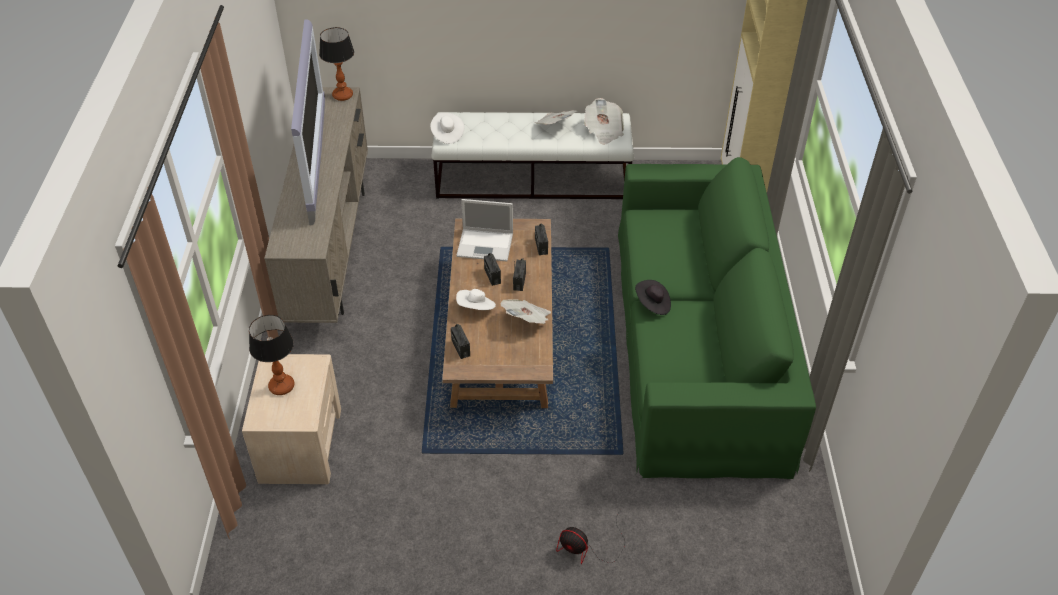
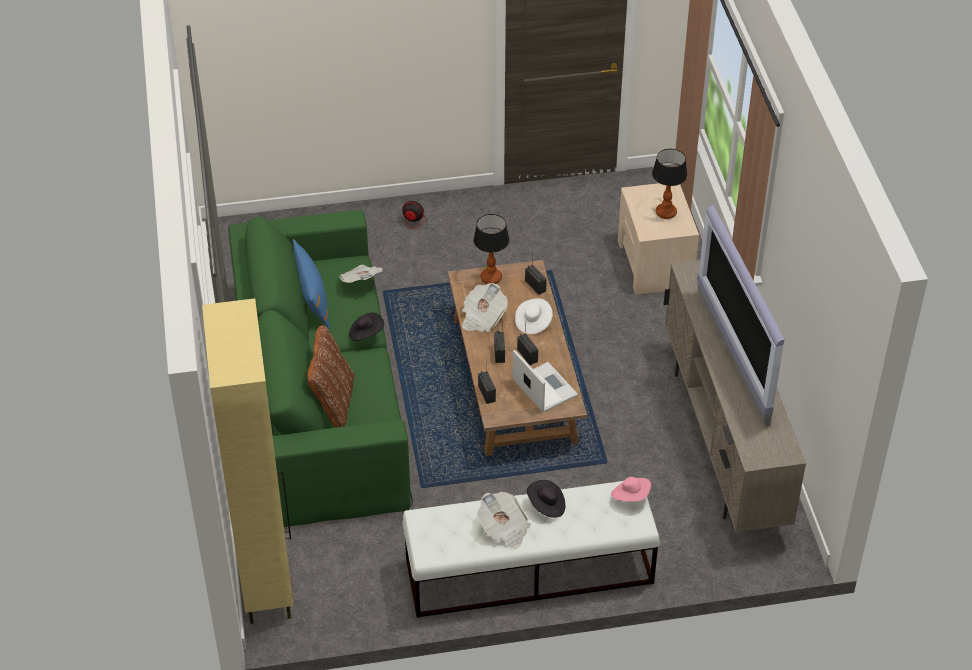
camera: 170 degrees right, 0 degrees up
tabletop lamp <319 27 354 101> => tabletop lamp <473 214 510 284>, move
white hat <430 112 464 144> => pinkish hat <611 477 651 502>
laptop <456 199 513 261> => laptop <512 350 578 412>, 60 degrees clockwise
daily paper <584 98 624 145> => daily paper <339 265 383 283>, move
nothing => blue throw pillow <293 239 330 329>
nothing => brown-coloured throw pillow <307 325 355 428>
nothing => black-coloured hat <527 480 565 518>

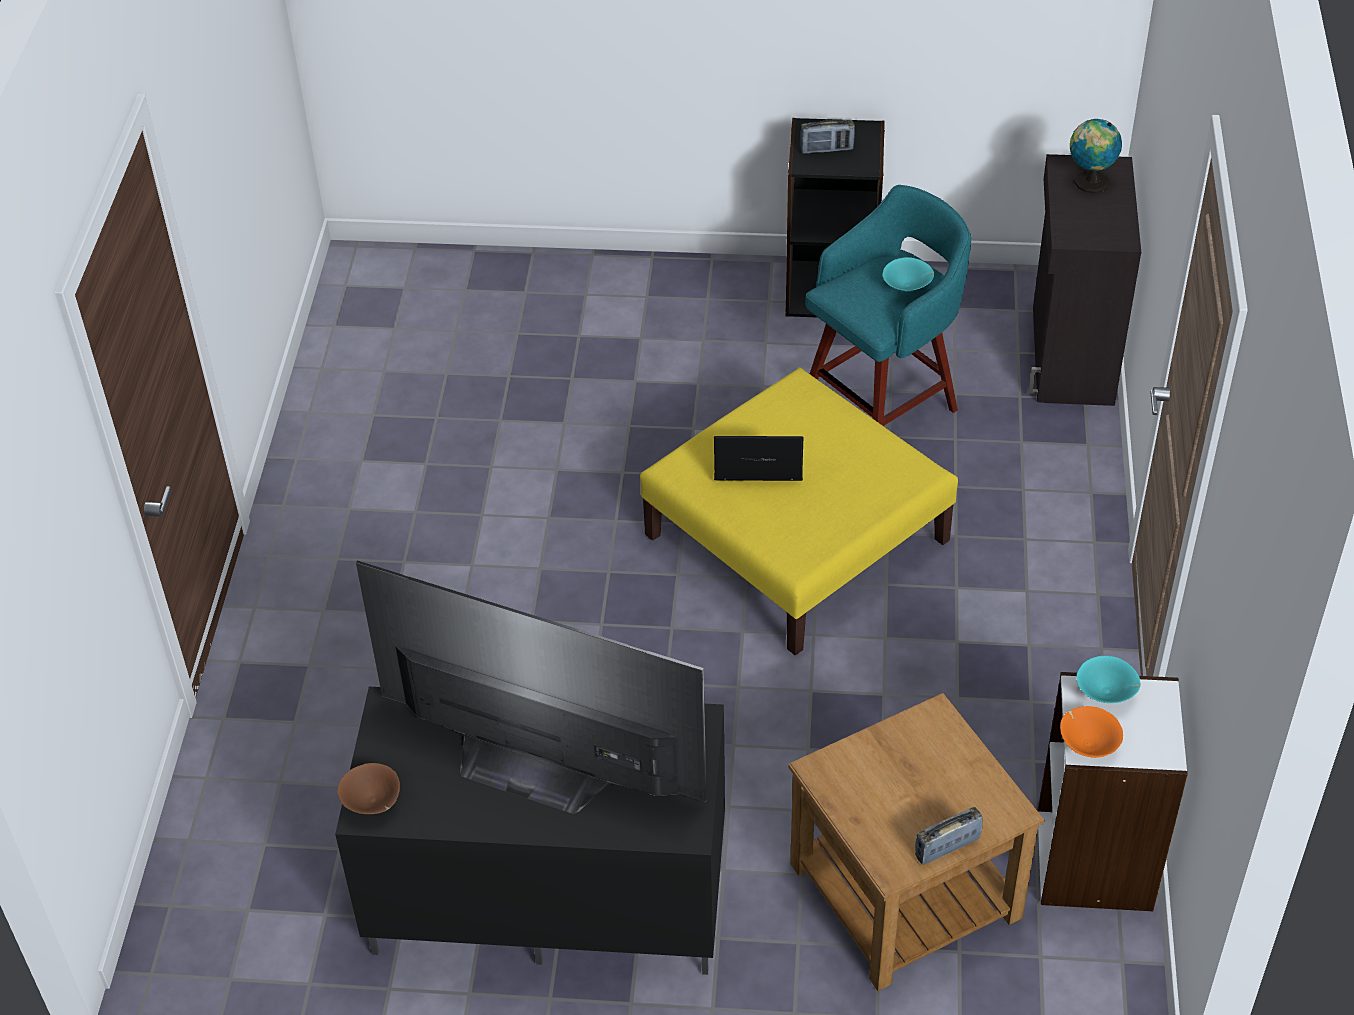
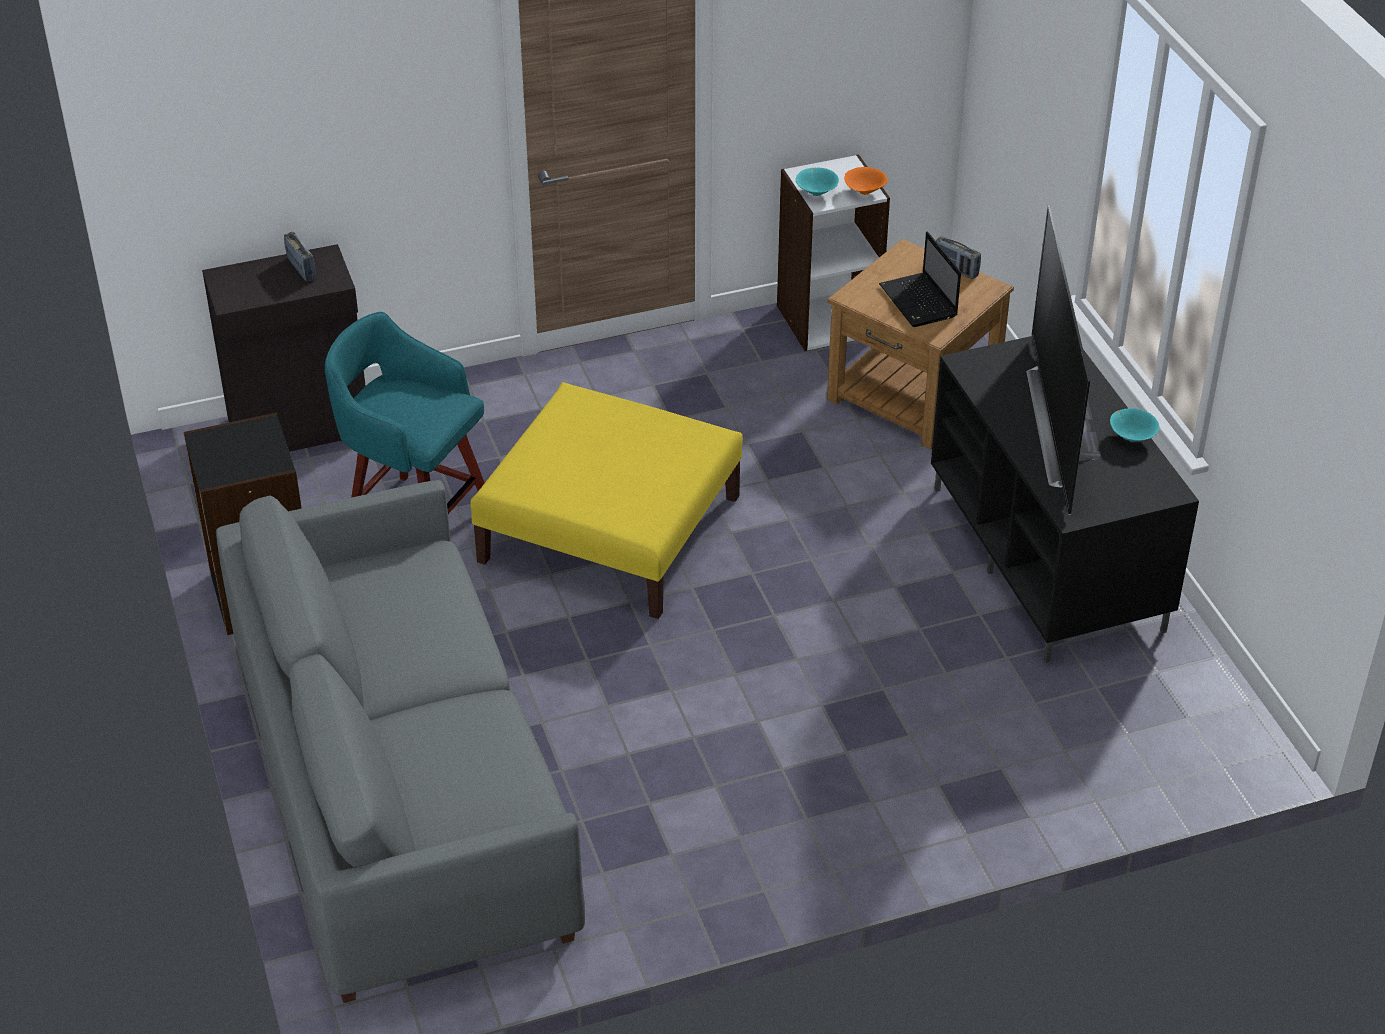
camera: 115 degrees left, 5 degrees down
brown-coloured deep dish <337 763 400 814> => nothing
laptop <714 436 803 481> => laptop <879 231 961 327>, move
radio <800 120 855 154> => radio <284 232 316 282>, move
blue-green deep dish <883 257 934 292> => blue-green deep dish <1110 408 1159 442>, move
desk globe <1070 119 1122 193> => nothing
nothing => grey sofa <216 480 585 1003>

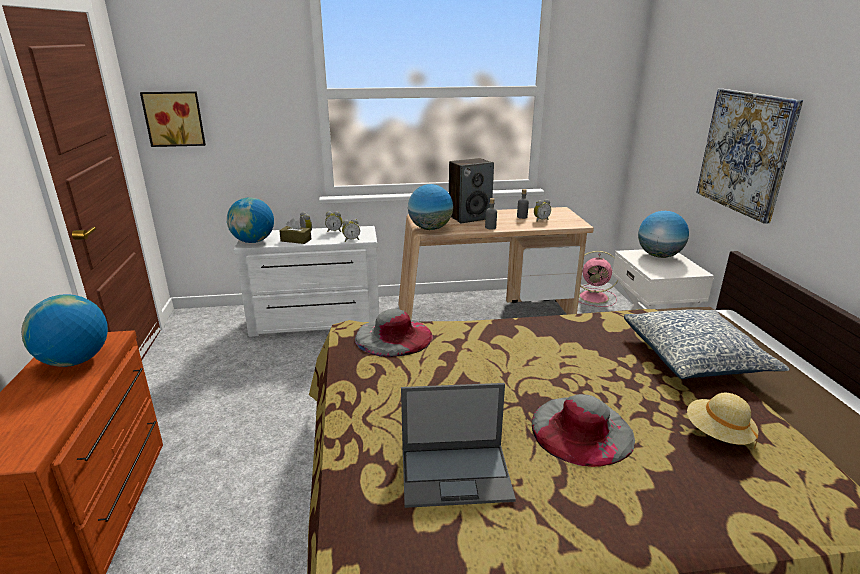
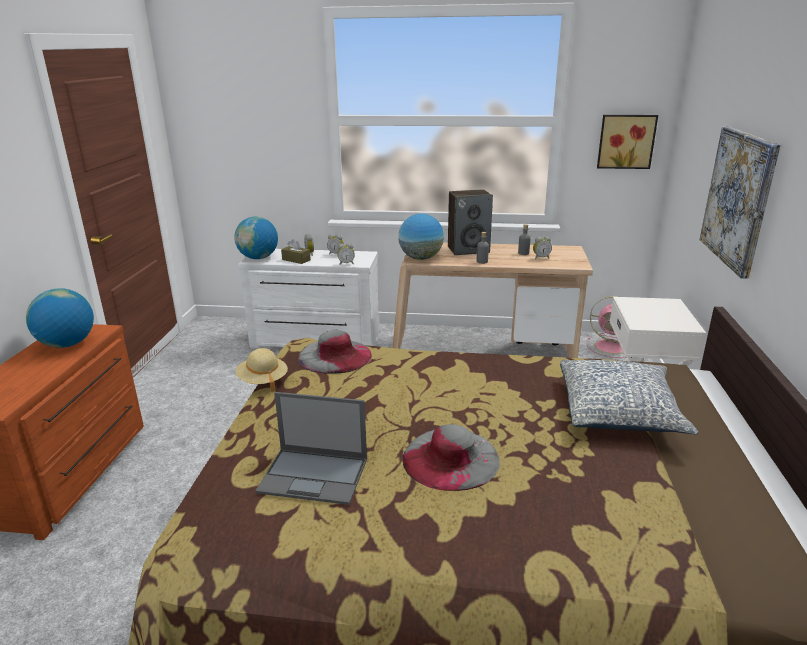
camera: 15 degrees right, 0 degrees up
picture <140 91 206 147> => picture <597 115 658 169>, move
desk globe <638 211 689 258> => nothing
beige-coloured hat <687 393 758 449> => beige-coloured hat <236 348 288 392>, move

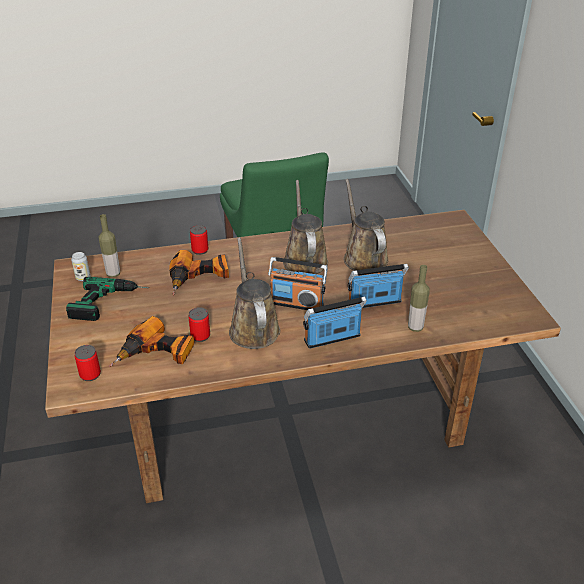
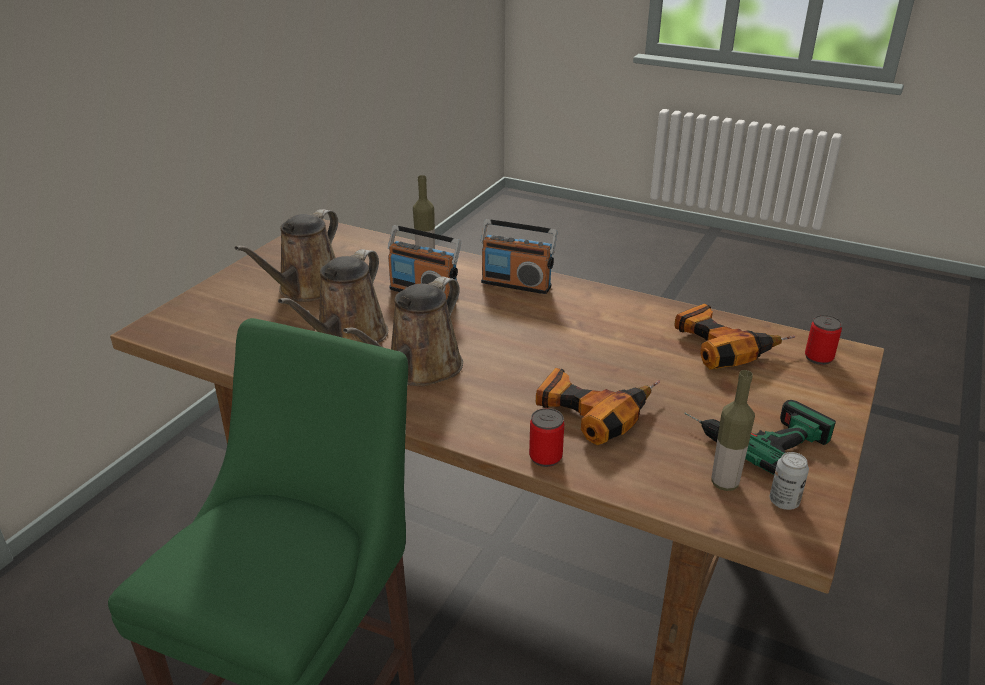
camera: 140 degrees left, 5 degrees down
can <188 307 210 342> => nothing
brown-coloured sprinkling can <229 237 281 349> => brown-coloured sprinkling can <235 209 338 302>, move
radio <268 257 328 310> => nothing

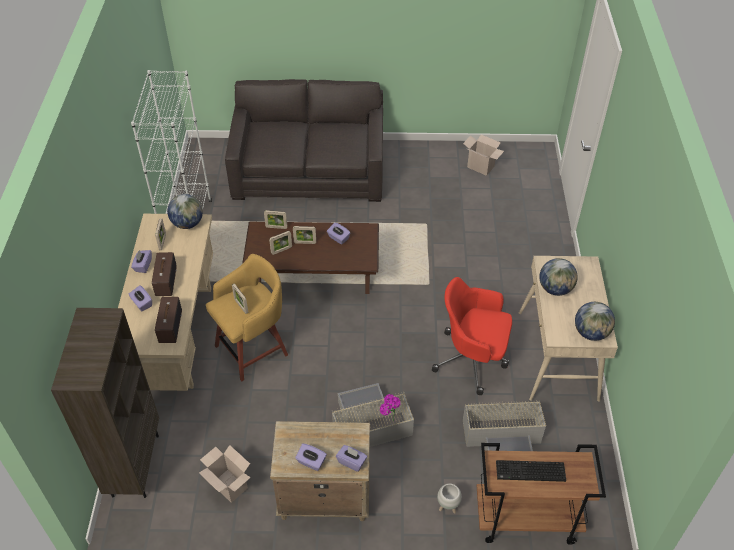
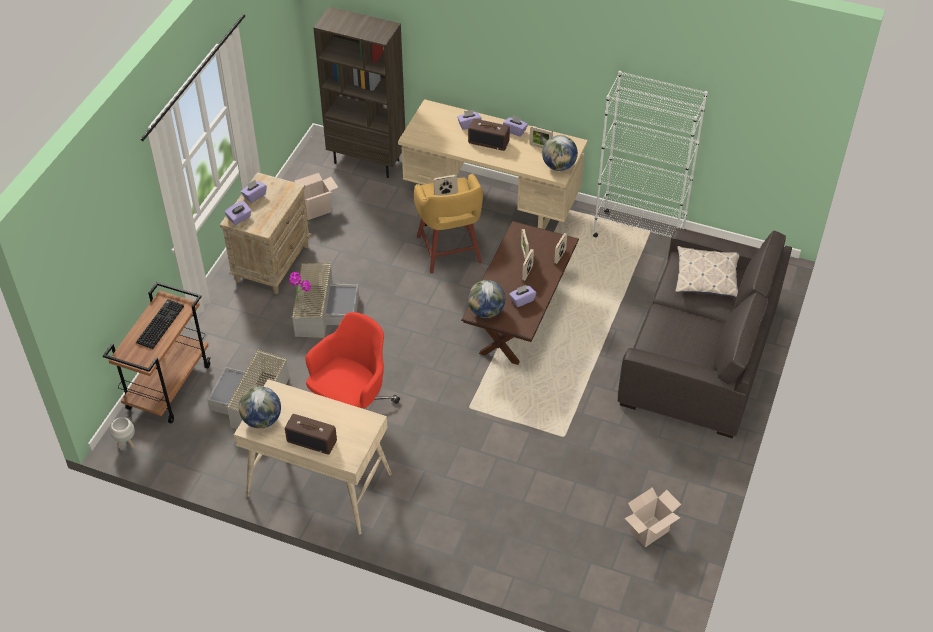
camera: 110 degrees right, 0 degrees up
radio <155 297 182 343> => radio <285 414 337 455>, move
white plant pot <437 483 462 514> => white plant pot <110 417 135 448>, move
desk globe <539 258 578 296> => desk globe <468 280 505 318>, move
nothing => throw pillow <675 246 740 298>

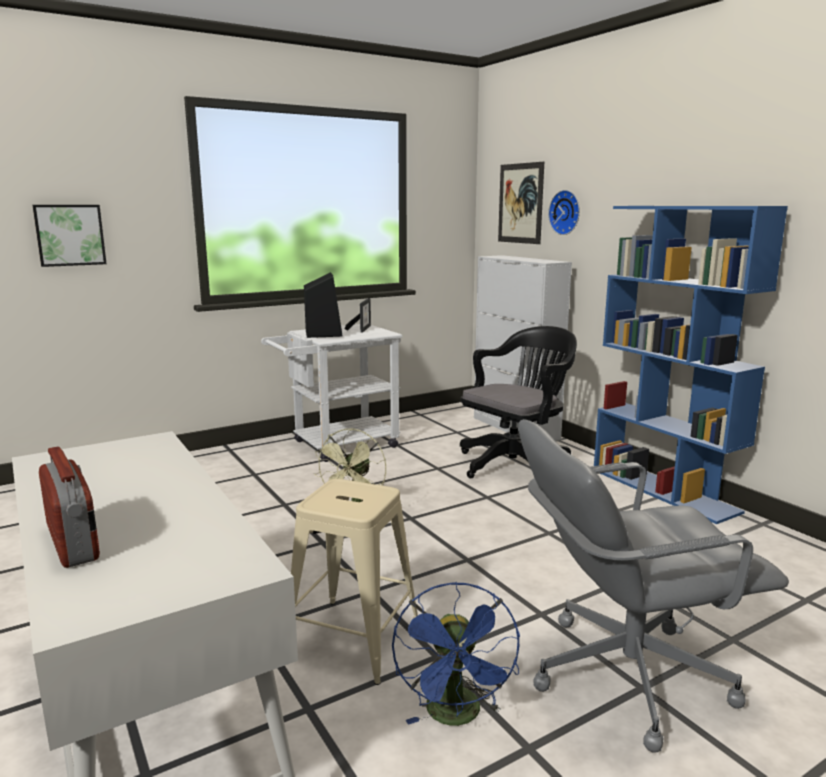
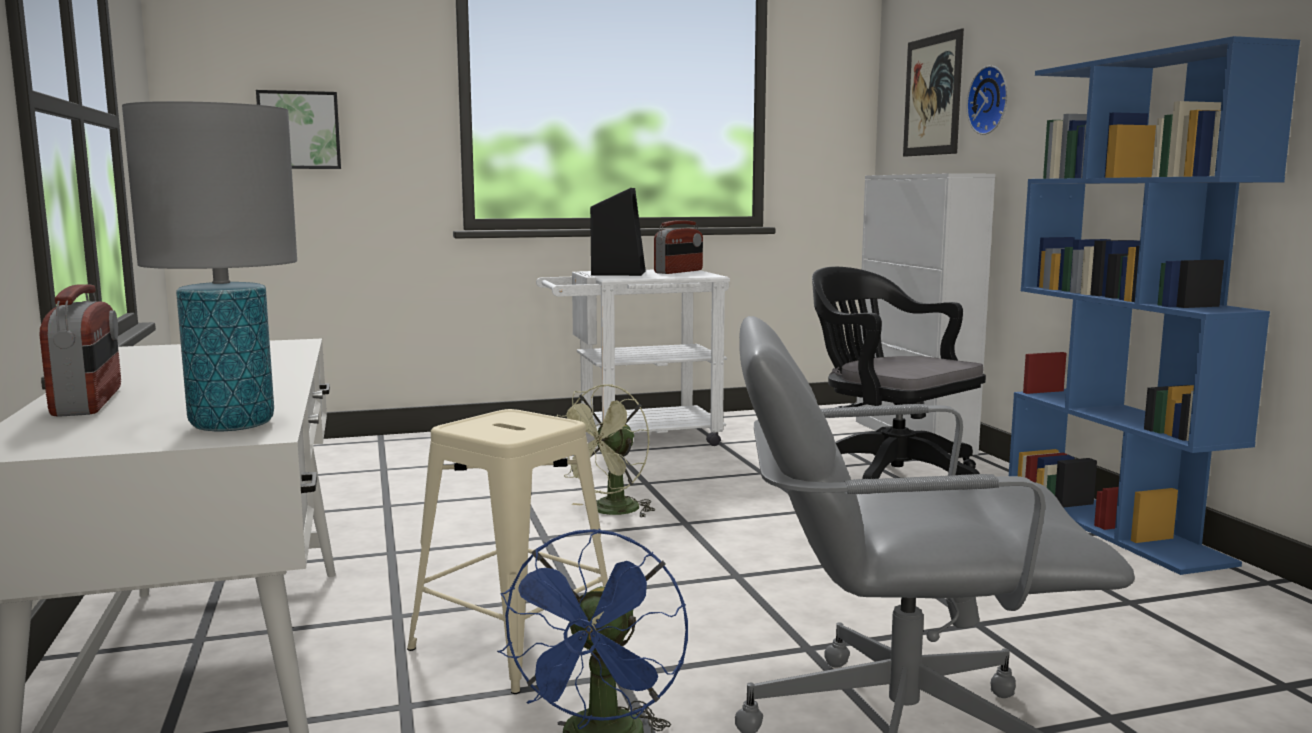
camera: 15 degrees right, 5 degrees down
photo frame <345 298 371 333> => radio <654 220 703 274>
black-coloured desk chair <460 326 577 478> => black-coloured desk chair <812 267 986 479>, 105 degrees counterclockwise
nothing => grey tabletop lamp <122 101 297 431>

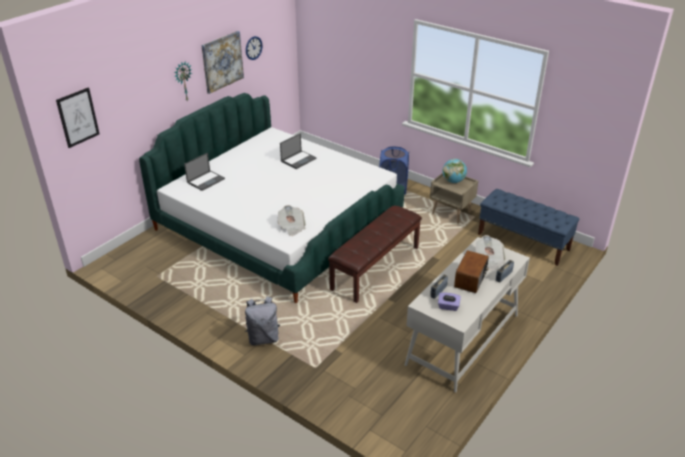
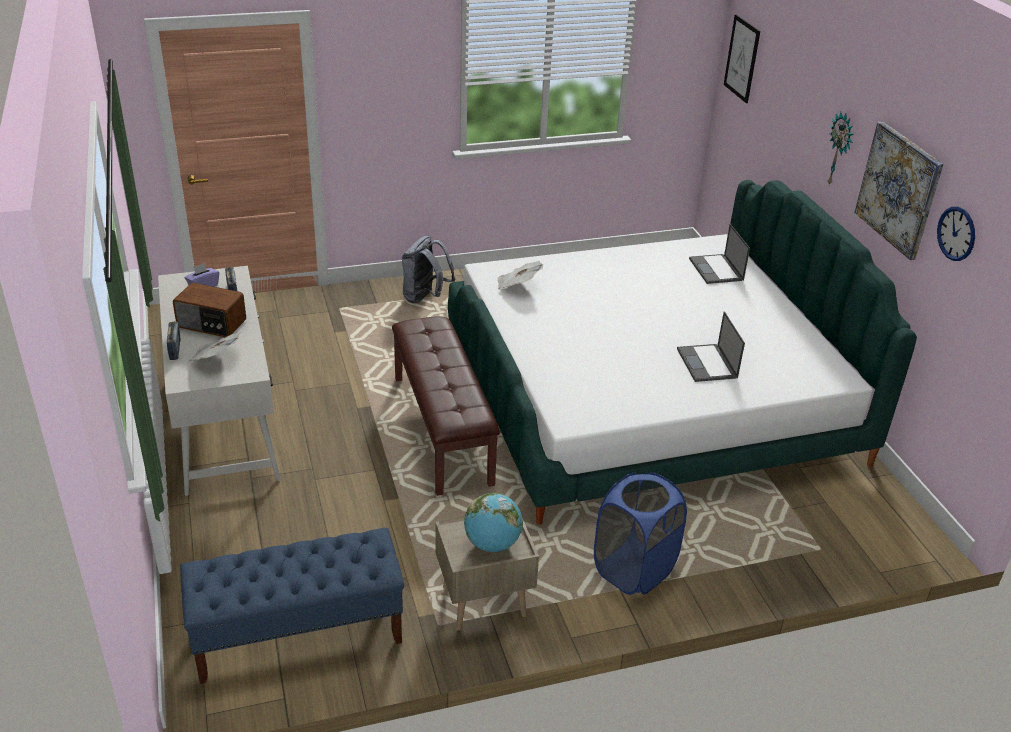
camera: 125 degrees right, 0 degrees up
radio <454 250 489 293> => radio <173 283 246 337>, 45 degrees counterclockwise

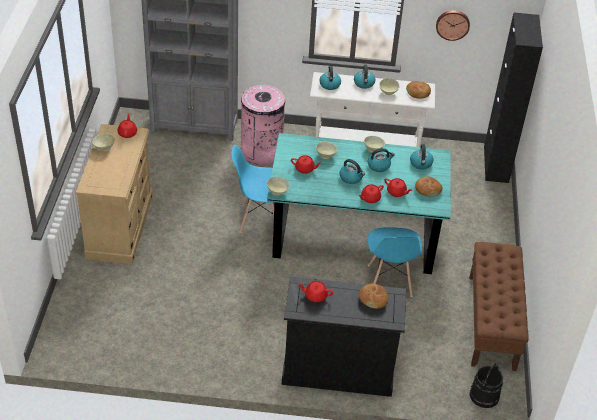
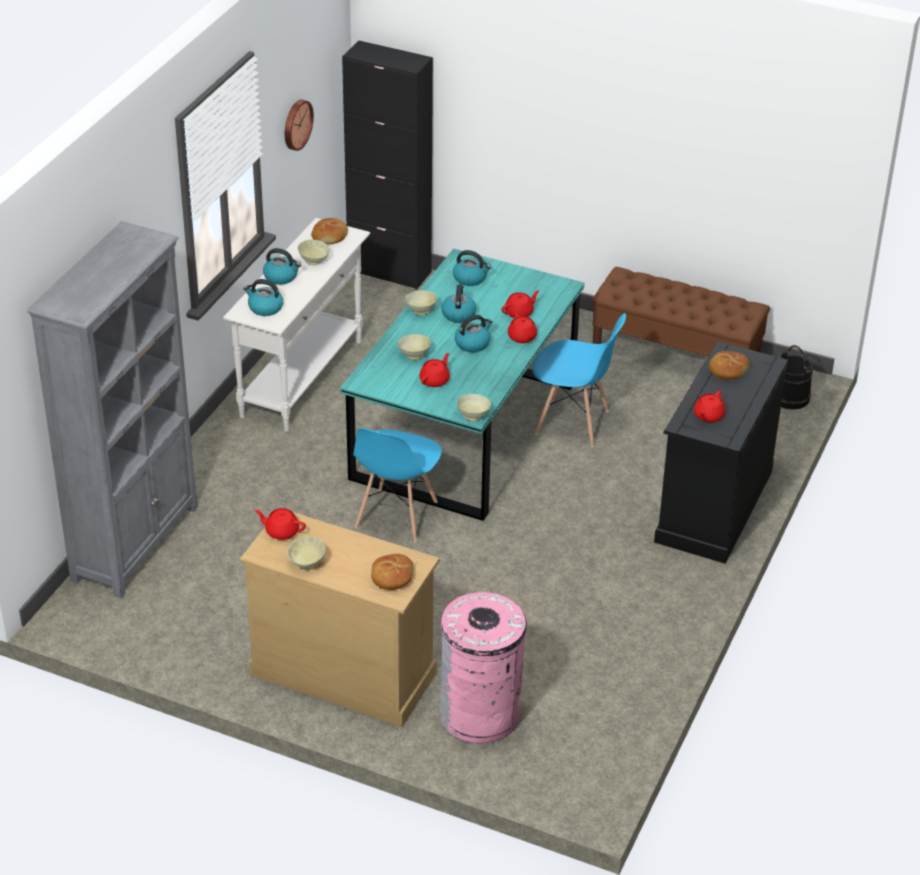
camera: 70 degrees left, 5 degrees down
pinkish trash can <241 85 285 165> => pinkish trash can <439 592 527 743>, move
bakery bread <415 176 442 196> => bakery bread <371 554 413 590>, move

